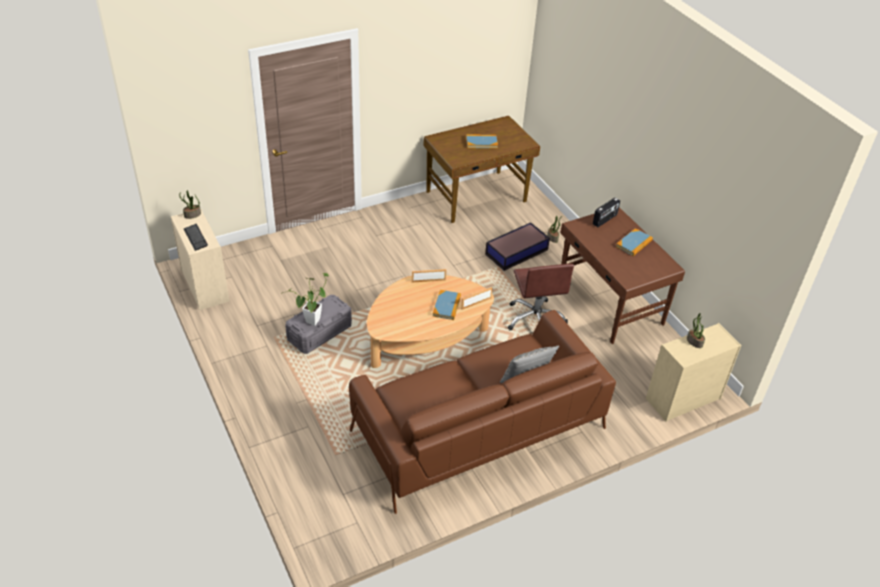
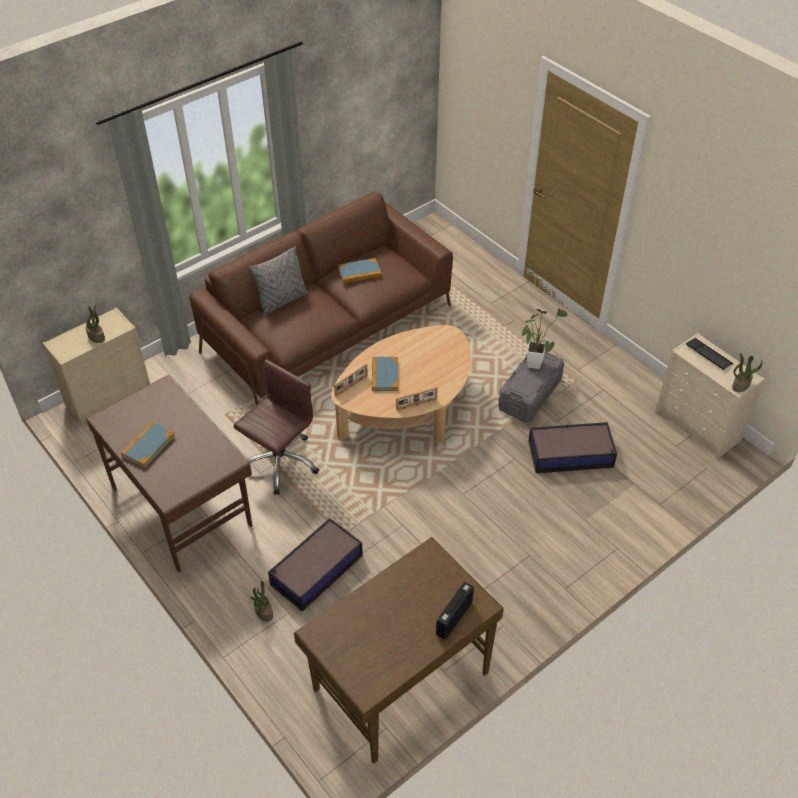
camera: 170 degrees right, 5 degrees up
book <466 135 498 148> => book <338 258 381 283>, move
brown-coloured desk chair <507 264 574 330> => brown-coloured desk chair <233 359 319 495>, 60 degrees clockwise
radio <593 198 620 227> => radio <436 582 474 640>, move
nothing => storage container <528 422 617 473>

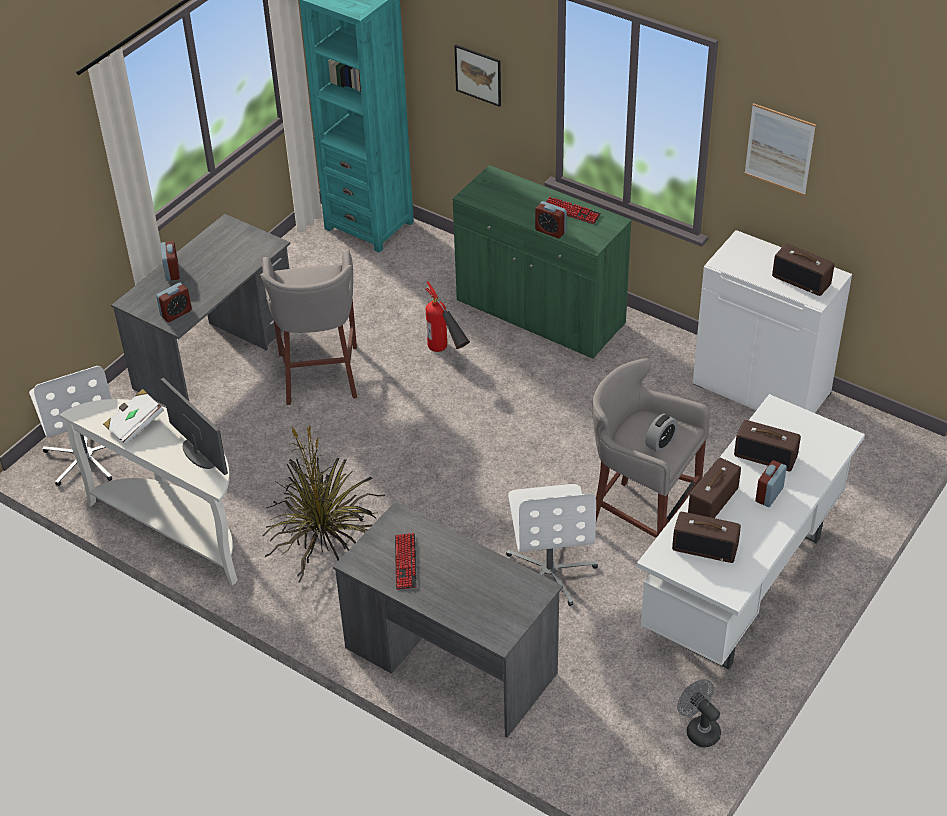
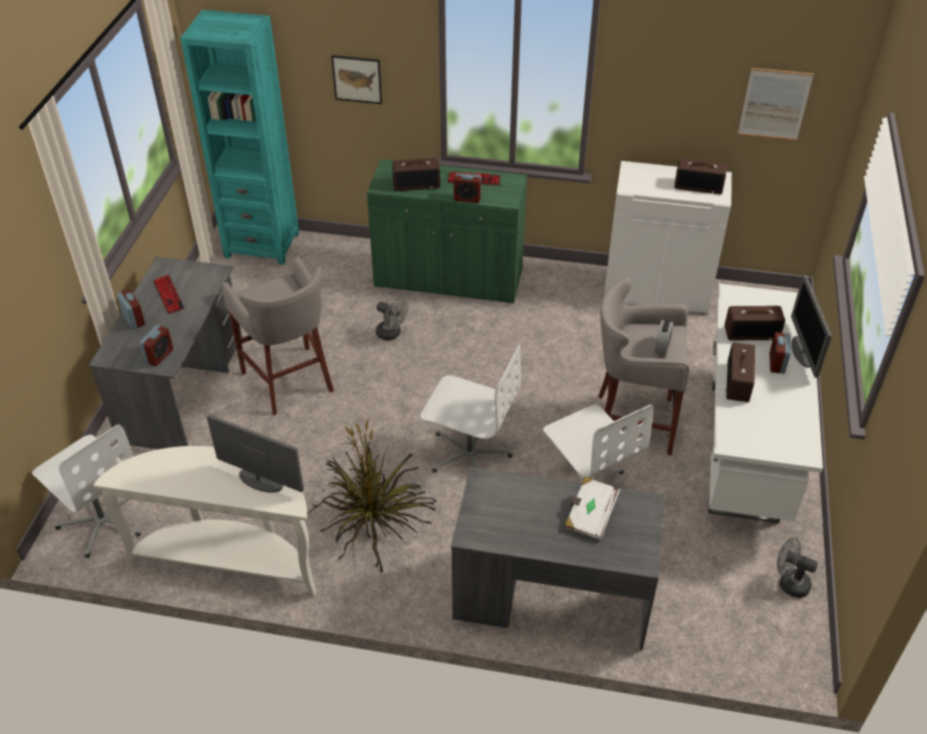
camera: 25 degrees left, 0 degrees up
white book <103 389 164 445> => white book <565 476 620 540>, move
keyboard <395 533 417 590> => keyboard <154 275 184 314>, move
fire extinguisher <425 281 470 352> => grey cooling fan <376 298 408 340>
radio <672 512 741 563> => radio <392 158 440 191>, move
picture <744 103 816 196> => picture <738 68 814 140>, move
nothing => white desk chair <420 345 521 472>
nothing => computer display <791 275 832 378>

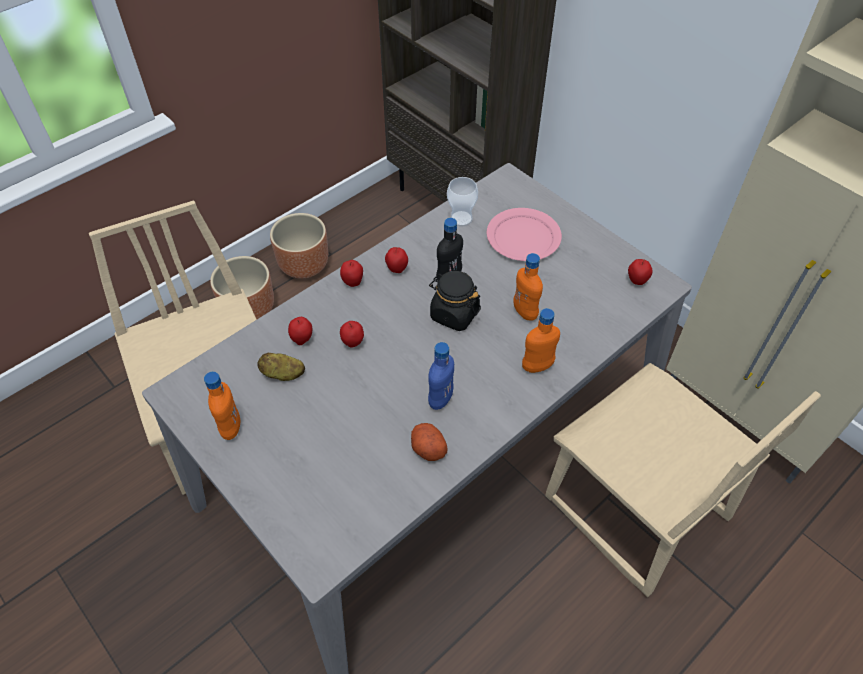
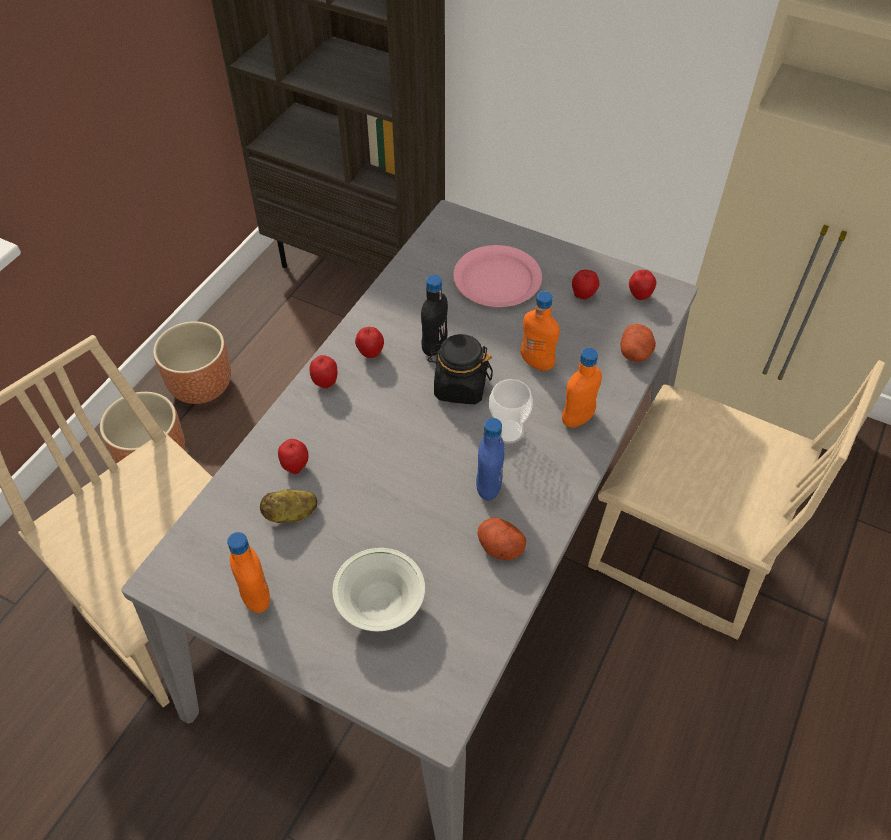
camera: 20 degrees left, 0 degrees up
whole apple <340 321 364 348> => whole apple <572 270 599 300>, move
small cup <447 177 478 227> => small cup <489 379 533 444>, move
nothing => white deep dish <332 548 425 631>
nothing => whole potato <620 324 656 362>

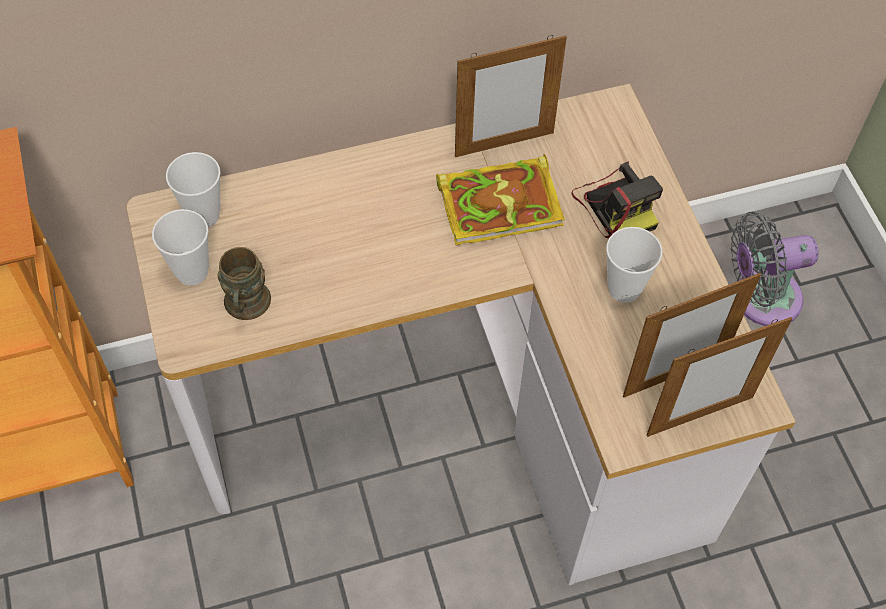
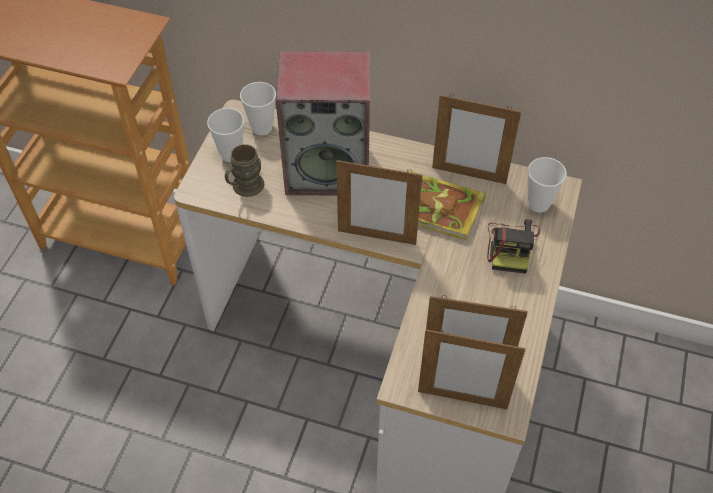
camera: 35 degrees right, 5 degrees down
small cup <606 227 663 303> => small cup <527 157 567 213>, move
grey cooling fan <731 212 819 326> => nothing
nothing => loudspeaker <276 51 370 195>
nothing => photo frame <336 159 422 245>

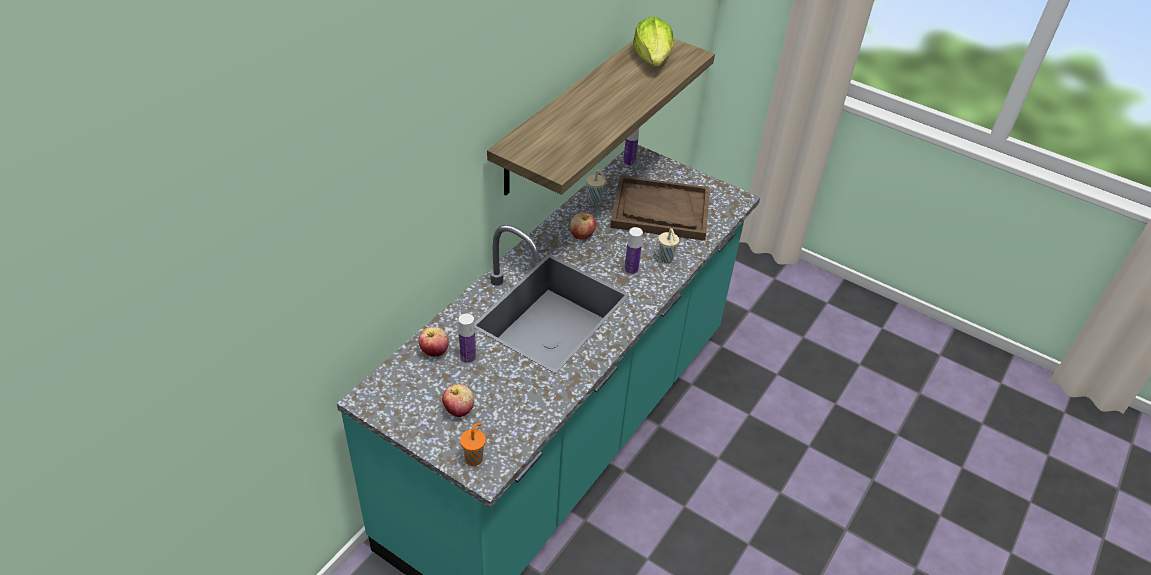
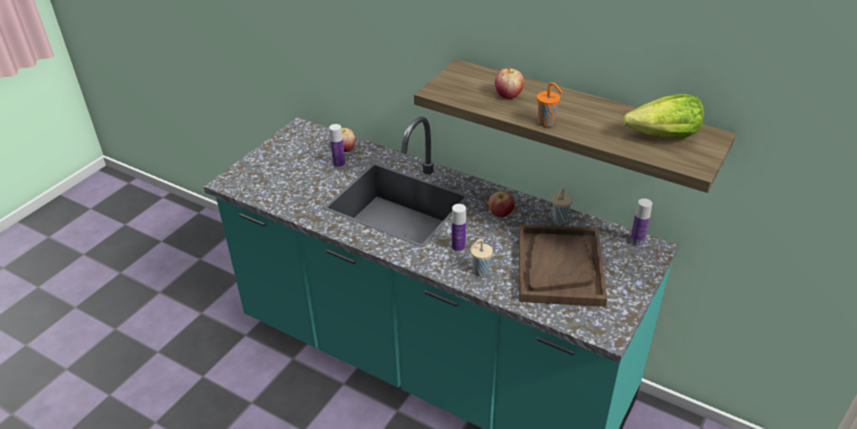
camera: 90 degrees right, 5 degrees down
whole apple <442 384 474 417> => whole apple <495 66 524 99>, move
orangey small cup <460 423 486 466> => orangey small cup <537 82 563 127>, move

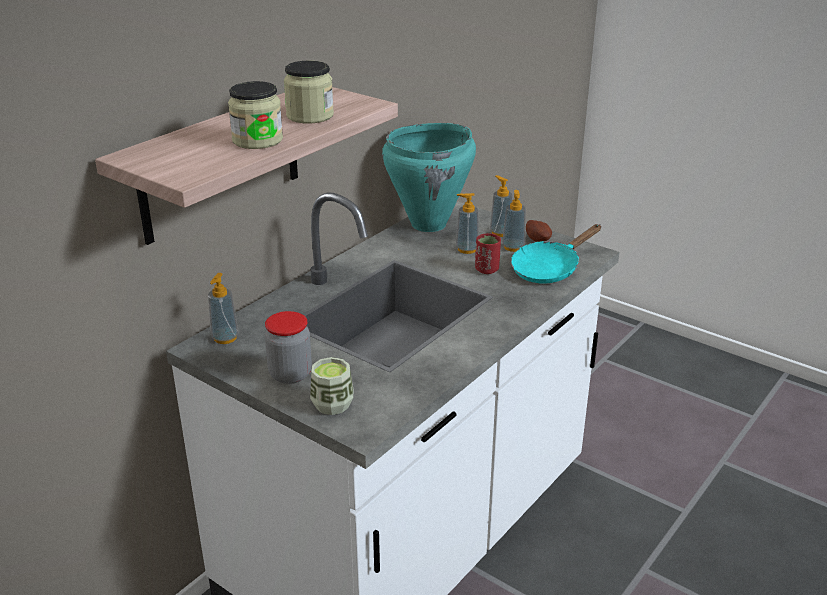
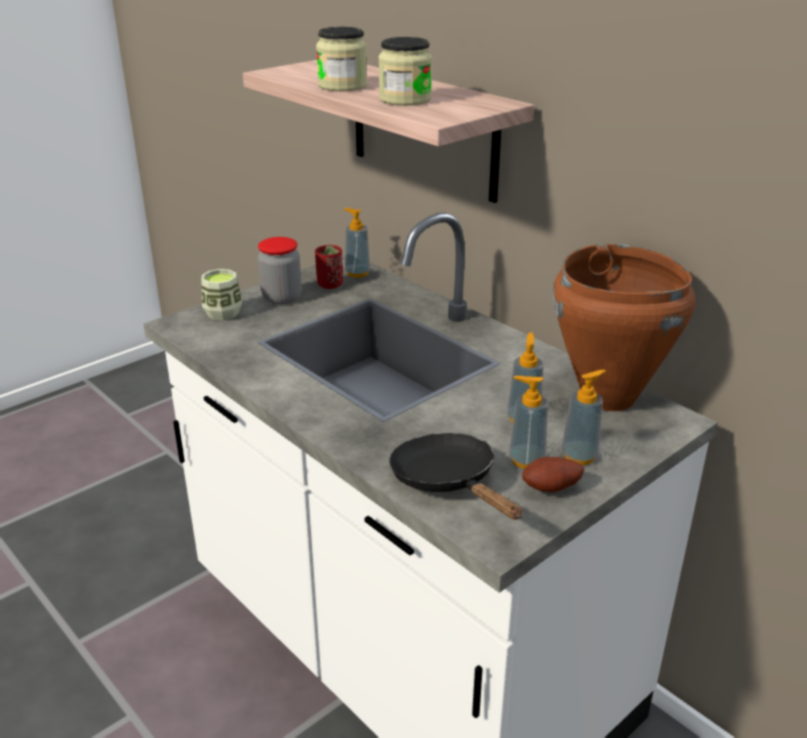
camera: 100 degrees right, 0 degrees up
blue-green stockpot <382 123 476 232> => brown-coloured stockpot <553 244 696 411>
red-coloured small cup <475 233 501 274> => red-coloured small cup <315 245 343 289>, move
blue-green frying pan <511 224 602 284> => black-coloured frying pan <389 433 523 520>

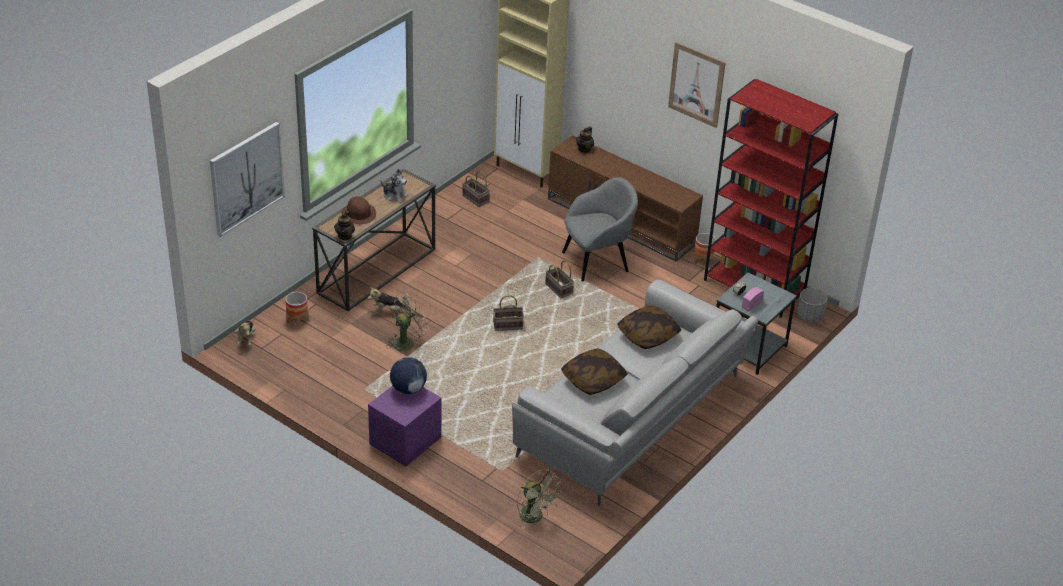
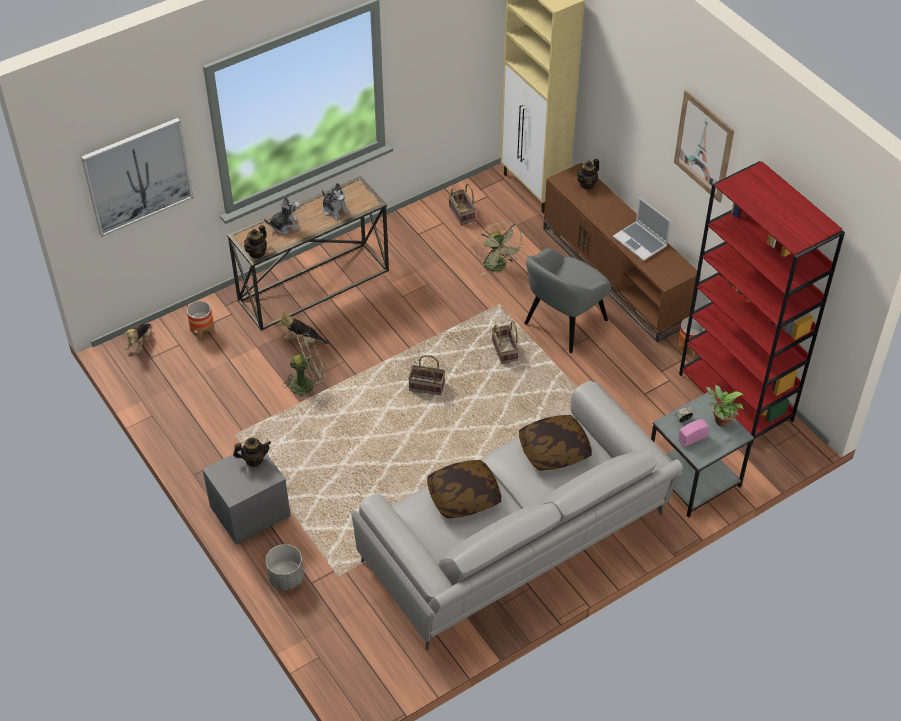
camera: 20 degrees right, 10 degrees up
brown-coloured hat <341 196 376 224> => soft toy <264 196 300 234>
purplish bedside table <368 386 442 467> => grey bedside table <202 450 291 544>
desk globe <390 357 427 394> => tea pot <233 437 271 467>
green cooling fan <517 469 561 530> => green cooling fan <476 222 524 276>, move
grey easy chair <562 177 638 281> => grey easy chair <524 248 611 353>, 135 degrees clockwise
grey plant pot <797 288 828 322> => grey plant pot <265 544 304 590>, move
nothing => laptop <613 197 671 261>
nothing => potted plant <706 385 744 427>

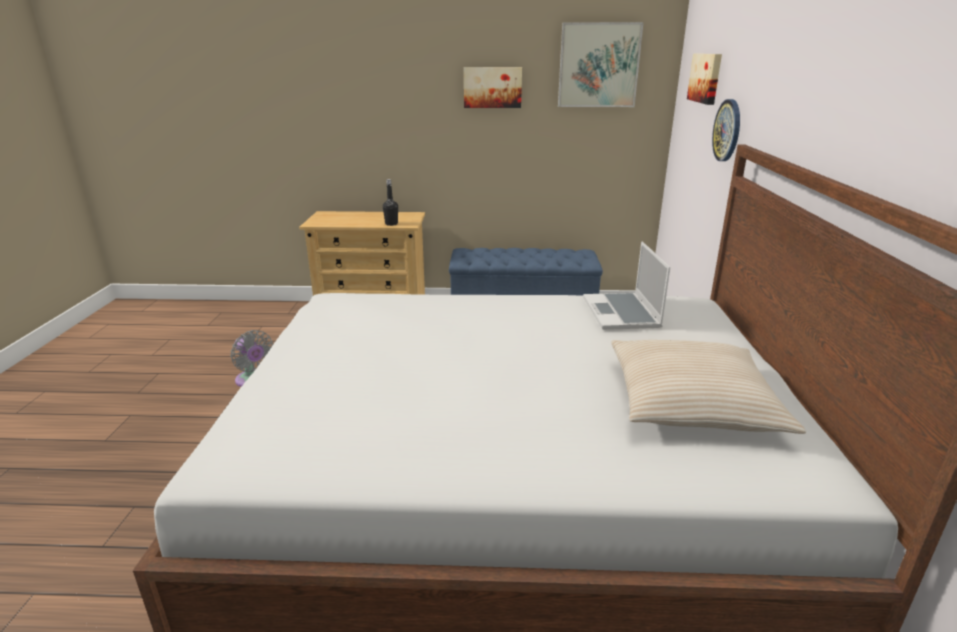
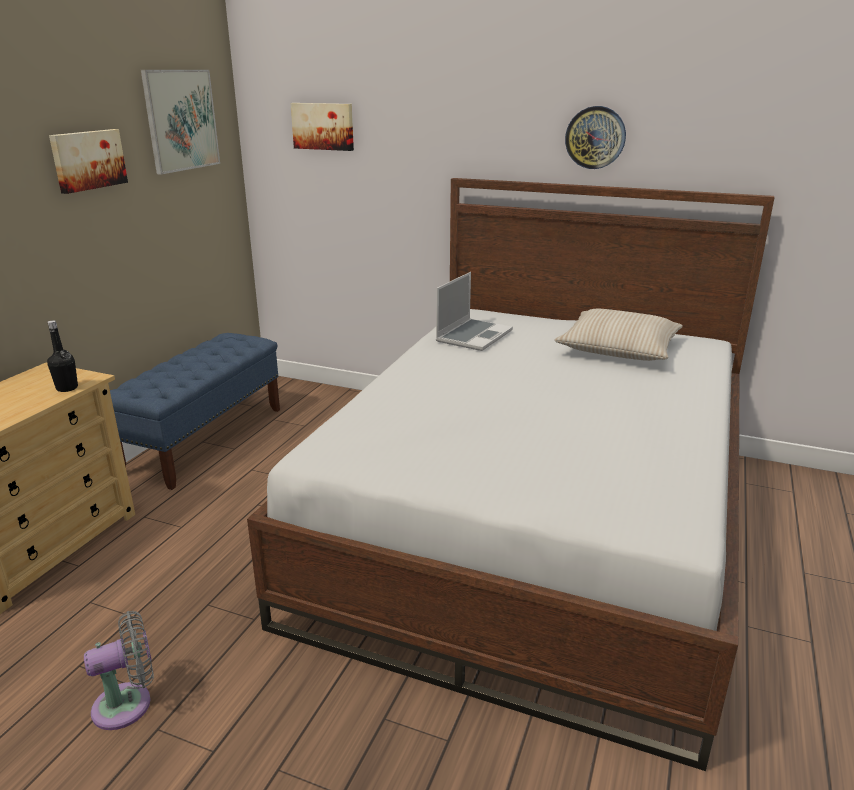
camera: 70 degrees left, 0 degrees up
laptop <583 241 670 330> => laptop <436 272 513 351>, 75 degrees counterclockwise
clock on the wall <712 99 740 161> => clock on the wall <565 106 626 169>, move

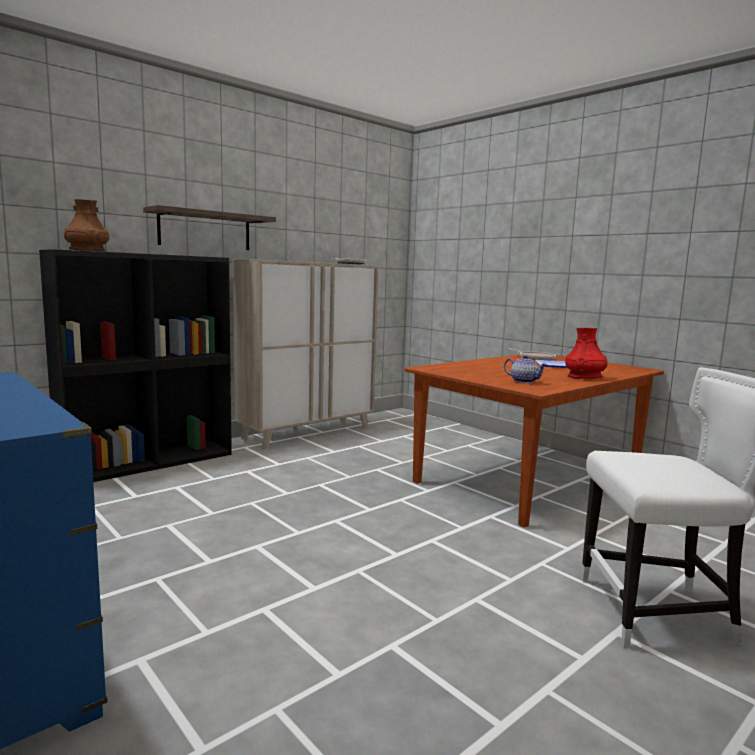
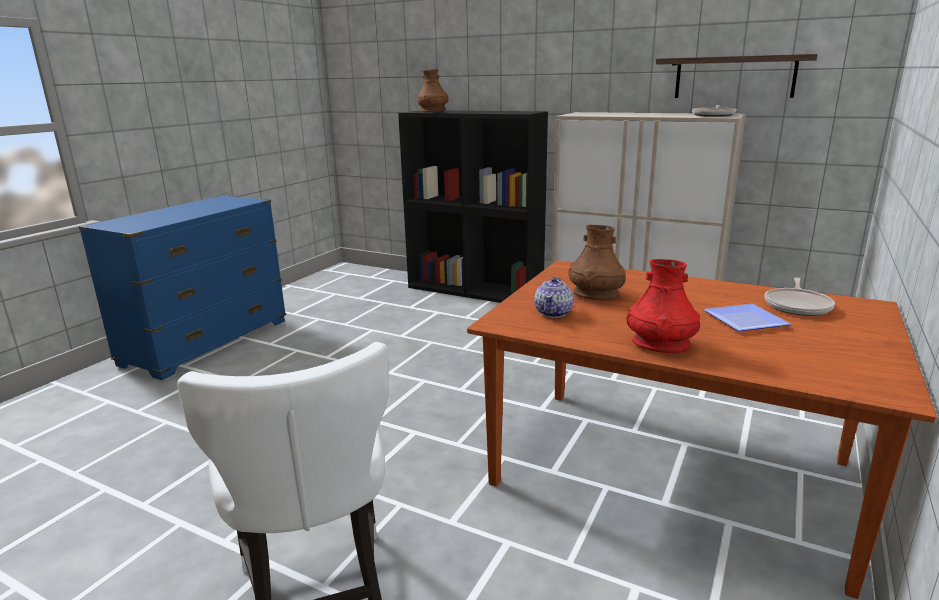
camera: 70 degrees right, 10 degrees up
shelf <143 205 276 250> => shelf <656 54 818 98>, move
nothing => brown-coloured flower vase <568 225 626 300>

